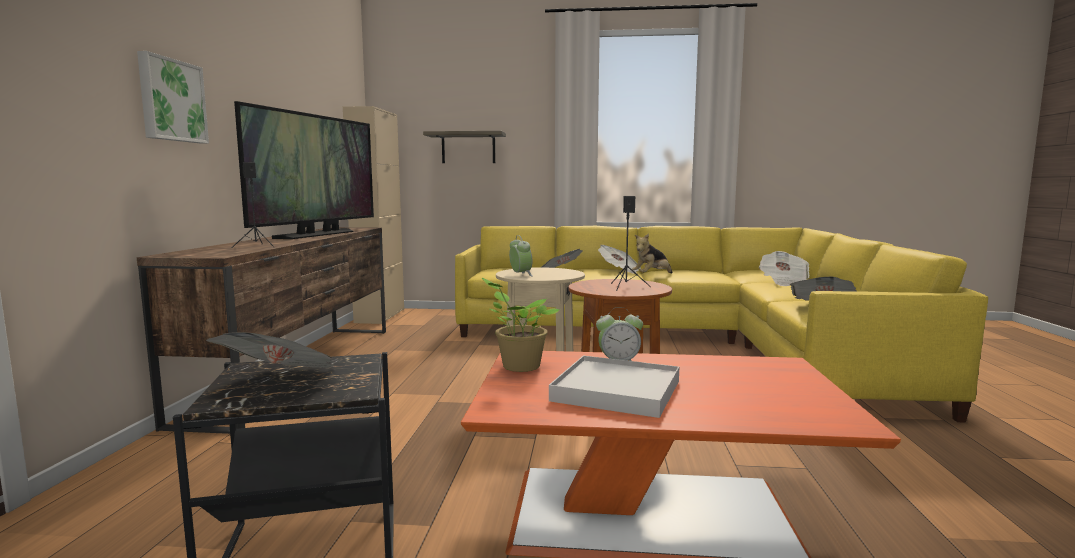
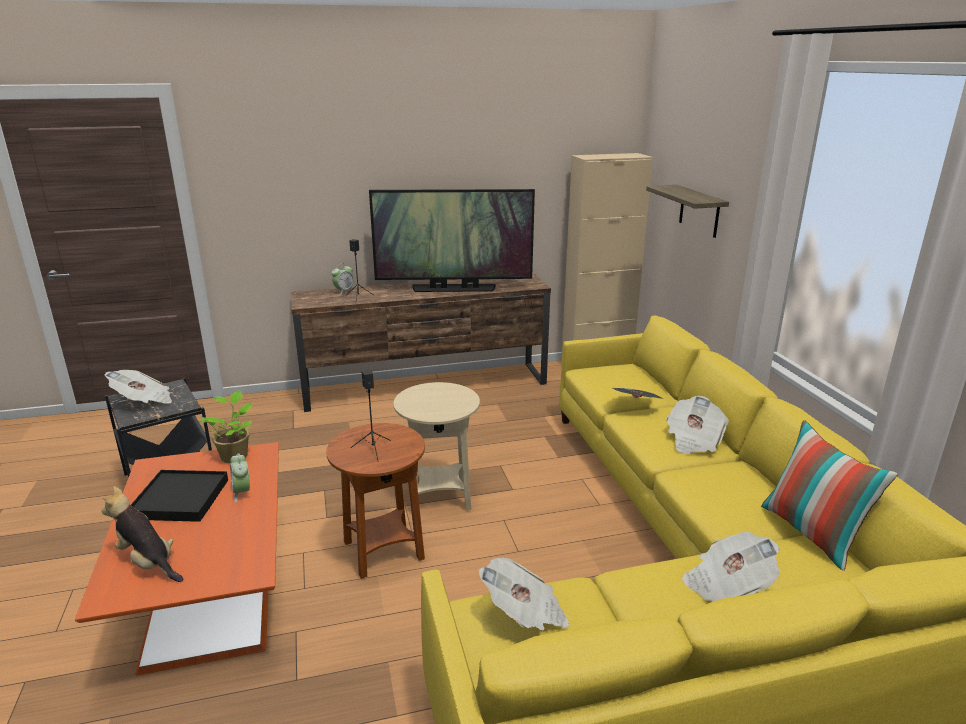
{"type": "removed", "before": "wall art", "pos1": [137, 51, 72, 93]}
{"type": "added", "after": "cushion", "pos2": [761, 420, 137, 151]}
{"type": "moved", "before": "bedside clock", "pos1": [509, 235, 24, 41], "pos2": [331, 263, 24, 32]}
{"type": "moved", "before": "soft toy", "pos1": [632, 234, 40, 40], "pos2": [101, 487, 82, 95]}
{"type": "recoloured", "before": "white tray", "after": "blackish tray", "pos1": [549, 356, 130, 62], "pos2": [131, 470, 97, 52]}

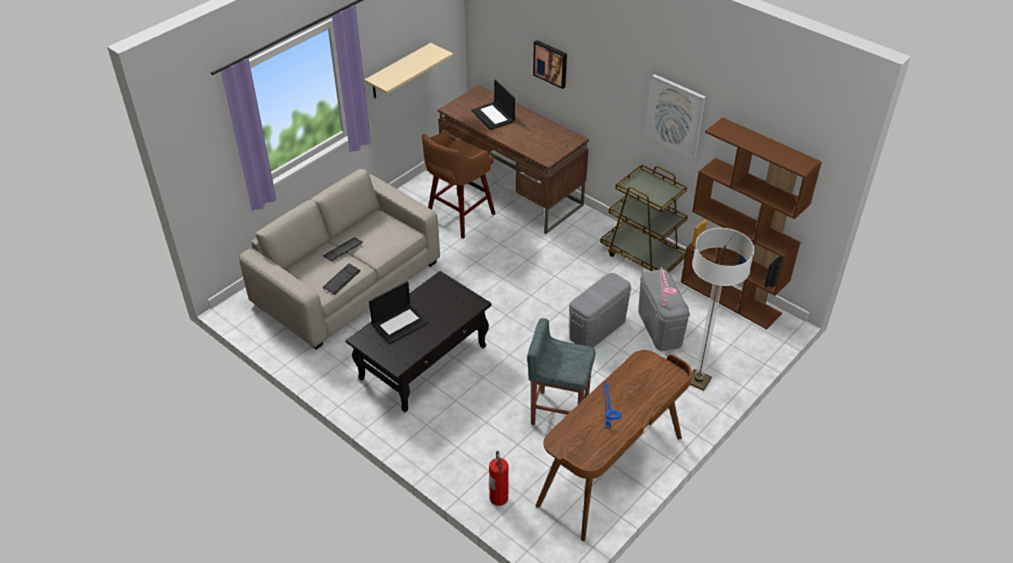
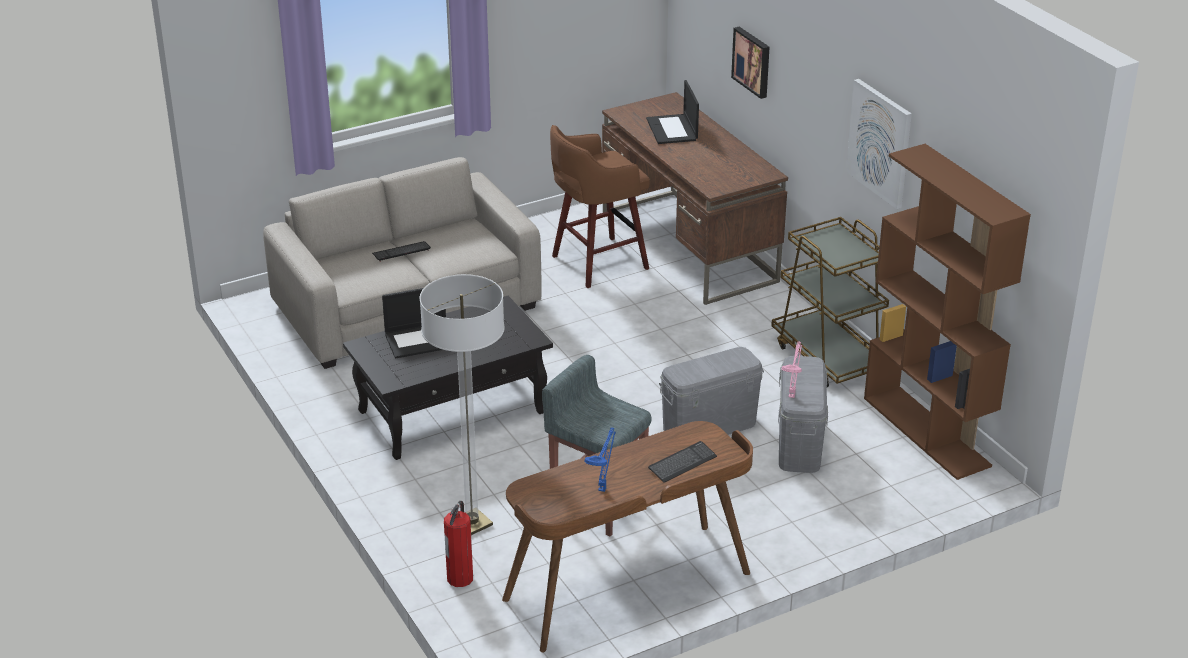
{"type": "removed", "before": "beige-coloured shelf", "pos1": [364, 43, 89, 55]}
{"type": "moved", "before": "keyboard", "pos1": [323, 264, 38, 31], "pos2": [648, 441, 69, 42]}
{"type": "moved", "before": "standard lamp", "pos1": [690, 228, 64, 163], "pos2": [420, 274, 85, 261]}

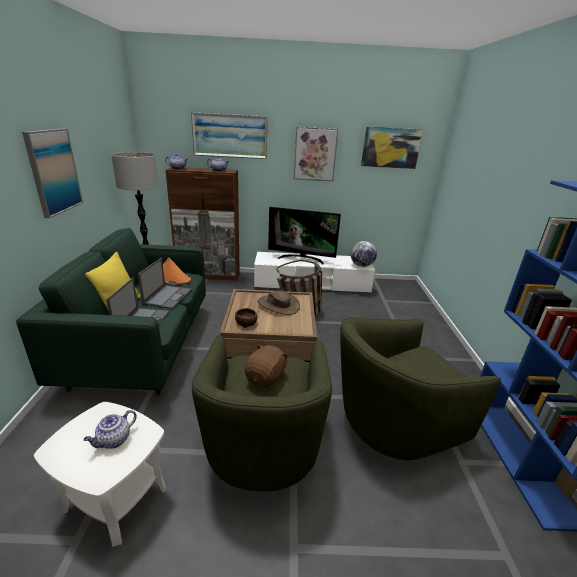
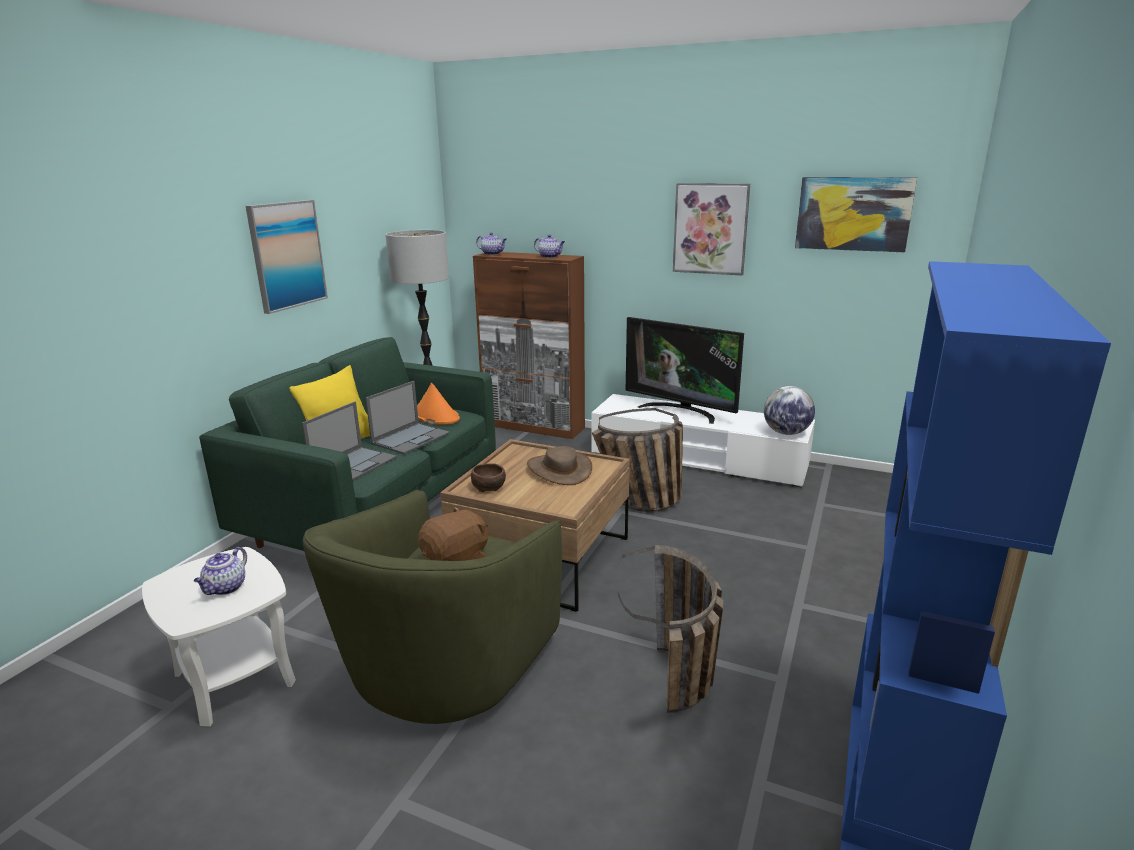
{"type": "removed", "before": "wall art", "pos1": [191, 112, 77, 47]}
{"type": "replaced", "before": "green easy chair", "after": "household basket", "pos1": [340, 317, 161, 143], "pos2": [618, 545, 106, 168]}
{"type": "turned", "before": "pot for tea", "pos1": [83, 410, 54, 39], "pos2": [194, 547, 53, 48], "turn": -45}

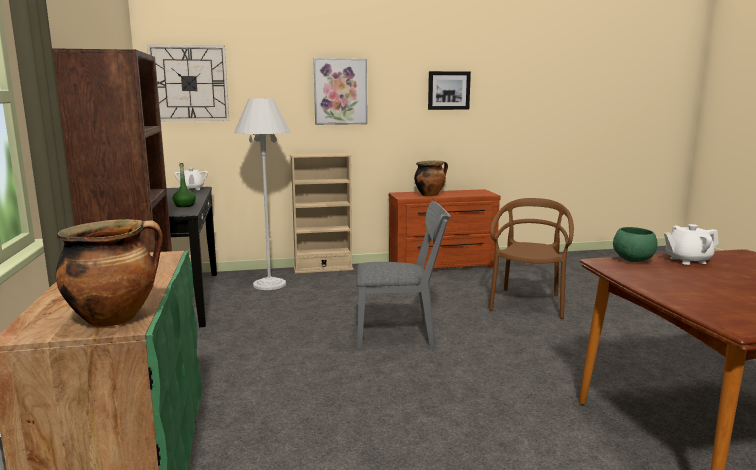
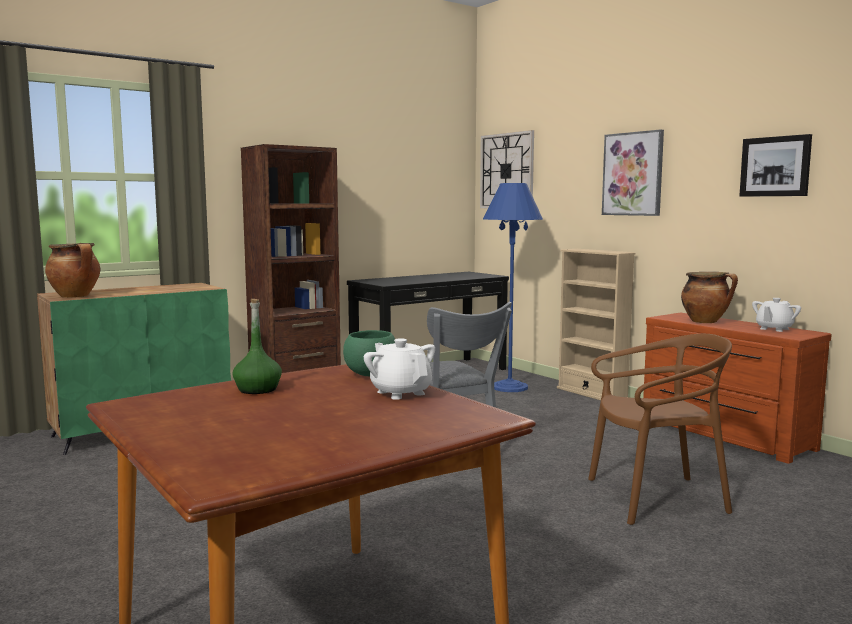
{"type": "moved", "before": "green drink bottle", "pos1": [172, 163, 24, 44], "pos2": [232, 299, 50, 95]}
{"type": "moved", "before": "white pot for tea", "pos1": [174, 168, 34, 22], "pos2": [752, 298, 49, 34]}
{"type": "recoloured", "before": "white standard lamp", "after": "blue standard lamp", "pos1": [234, 98, 56, 192], "pos2": [483, 183, 60, 209]}

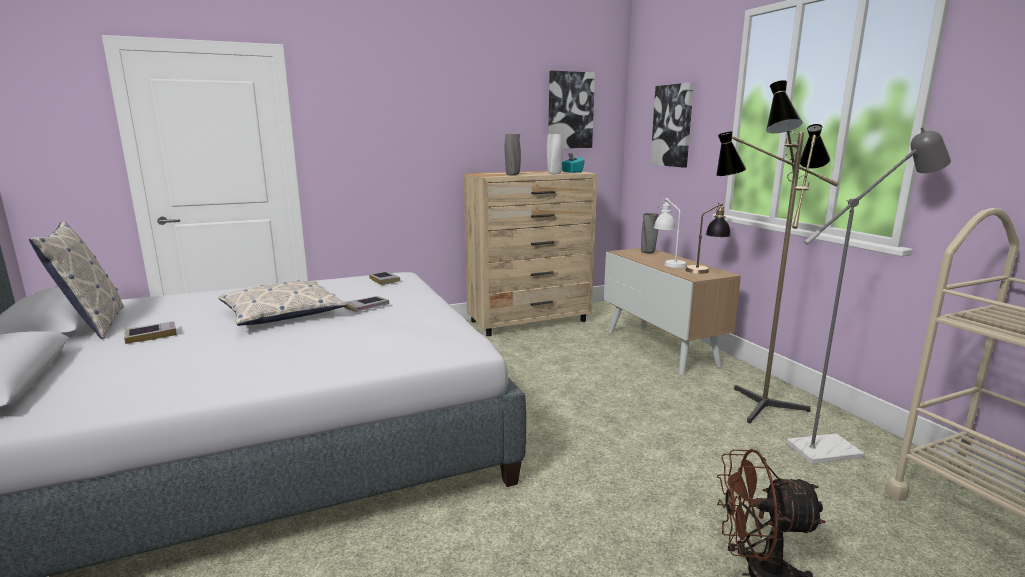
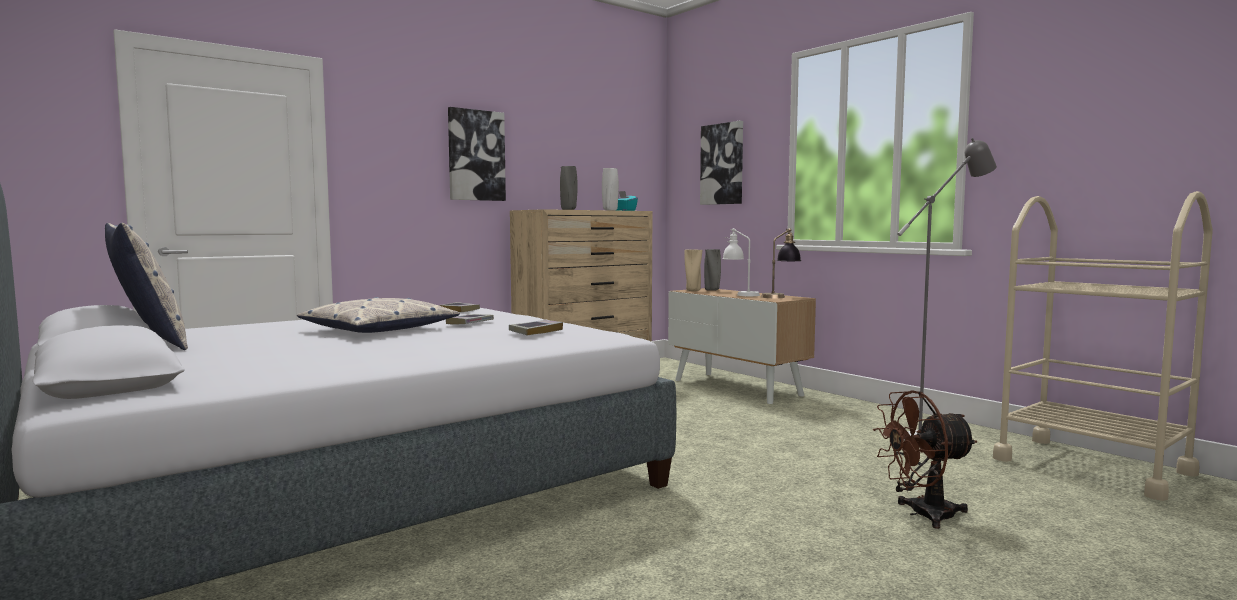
{"type": "removed", "before": "standard lamp", "pos1": [716, 80, 123, 343]}
{"type": "added", "after": "beige-coloured vase", "pos2": [684, 250, 18, 41]}
{"type": "moved", "before": "bound book", "pos1": [124, 321, 53, 23], "pos2": [509, 320, 54, 16]}
{"type": "moved", "before": "wall art", "pos1": [548, 71, 47, 77], "pos2": [448, 107, 58, 94]}

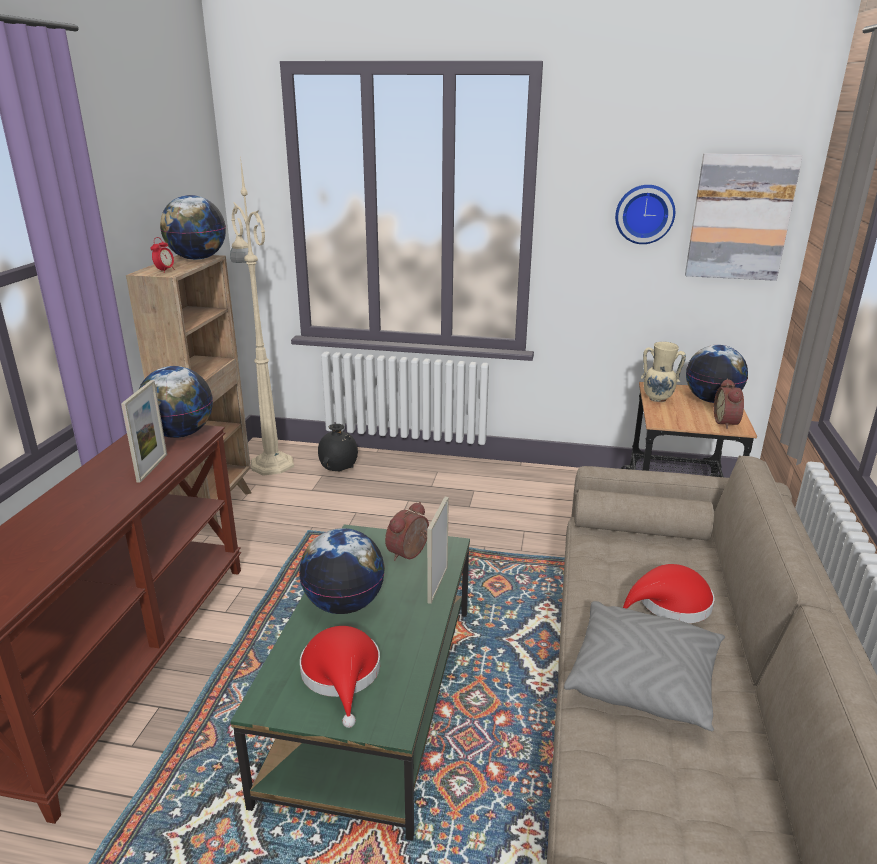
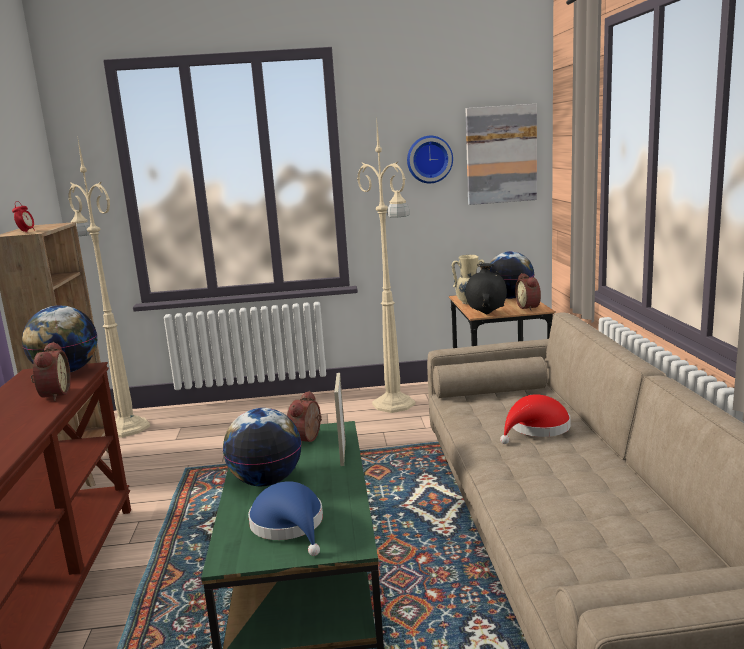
{"type": "removed", "before": "world globe", "pos1": [160, 195, 66, 65]}
{"type": "removed", "before": "grey cushion", "pos1": [564, 601, 161, 130]}
{"type": "added", "after": "beige-coloured standard lamp", "pos2": [357, 125, 59, 288]}
{"type": "moved", "before": "blackish vase", "pos1": [318, 424, 40, 48], "pos2": [465, 263, 42, 51]}
{"type": "replaced", "before": "standing frame", "after": "bedside clock", "pos1": [121, 380, 46, 103], "pos2": [31, 342, 40, 59]}
{"type": "recoloured", "before": "red-coloured hat", "after": "blue hat", "pos1": [300, 626, 80, 102], "pos2": [248, 481, 75, 75]}

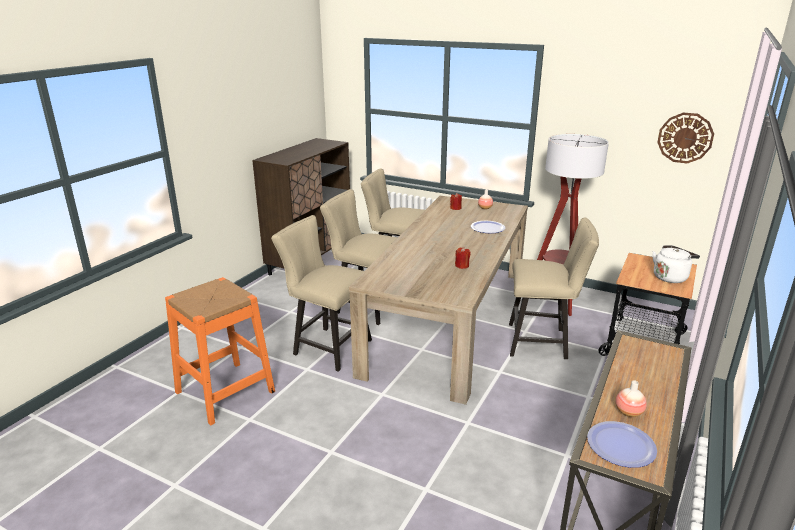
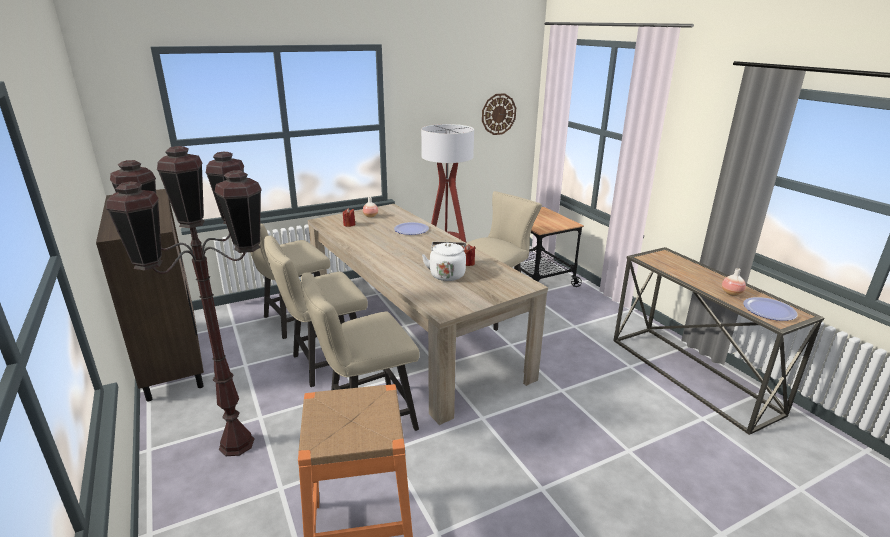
{"type": "added", "after": "brown standard lamp", "pos2": [106, 146, 156, 310]}
{"type": "moved", "before": "white tea kettle", "pos1": [653, 245, 47, 38], "pos2": [422, 242, 44, 39]}

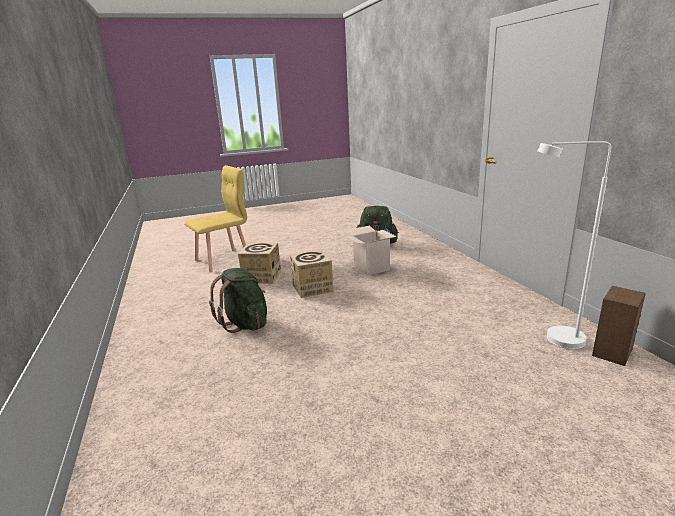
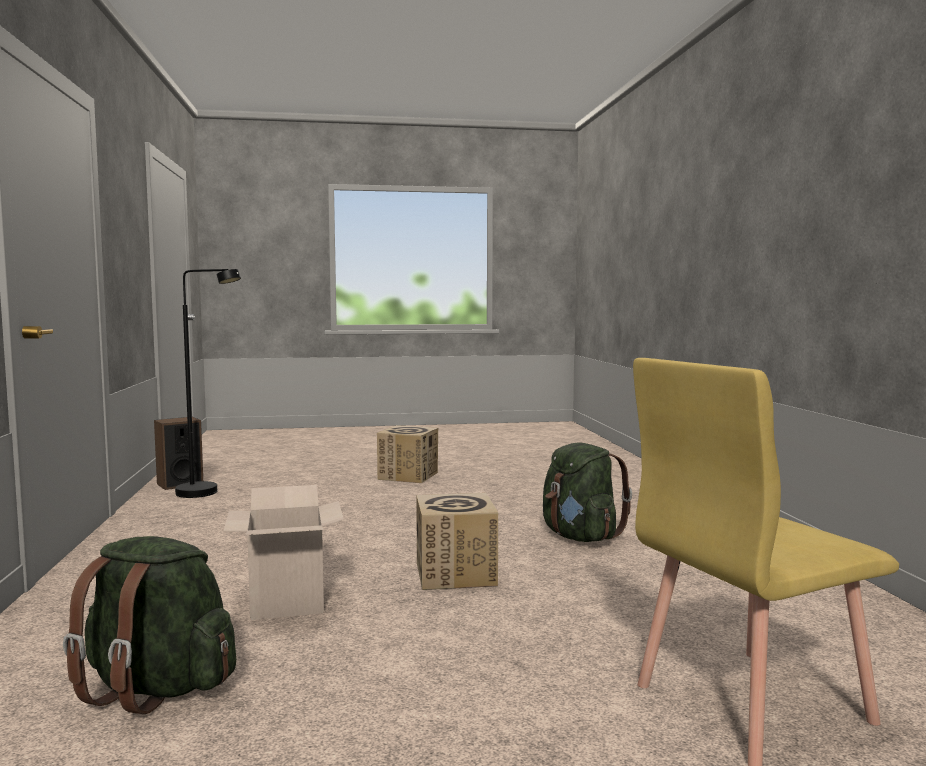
{"type": "moved", "before": "carton", "pos1": [238, 243, 43, 41], "pos2": [377, 425, 61, 58]}
{"type": "recoloured", "before": "white standard lamp", "after": "blackish standard lamp", "pos1": [537, 141, 74, 208], "pos2": [175, 269, 66, 229]}

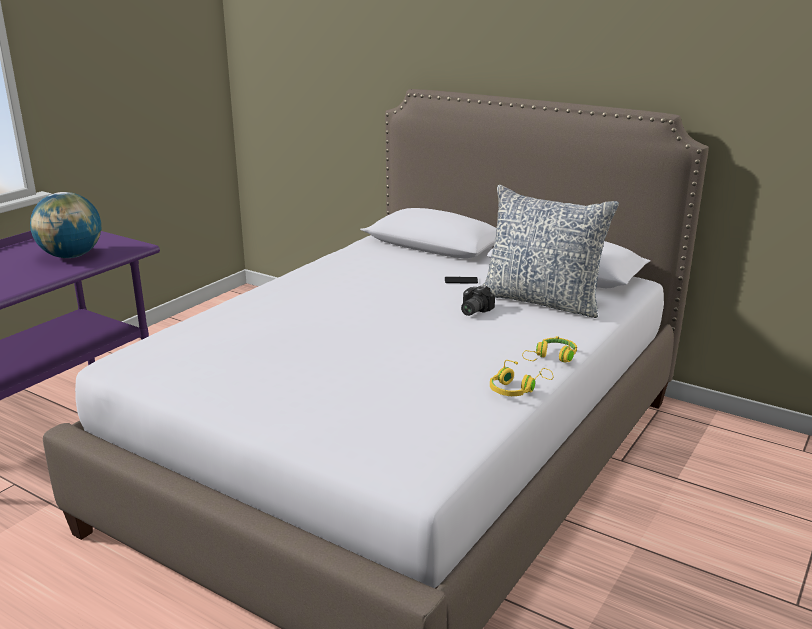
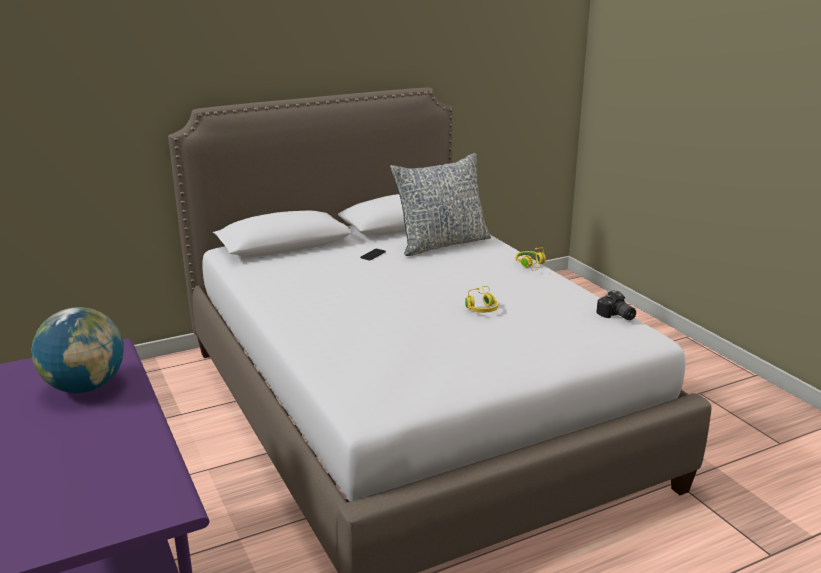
{"type": "moved", "before": "photo camera", "pos1": [461, 285, 34, 31], "pos2": [596, 290, 40, 30]}
{"type": "moved", "before": "yellowish pair of headphones", "pos1": [490, 360, 63, 36], "pos2": [465, 286, 33, 27]}

